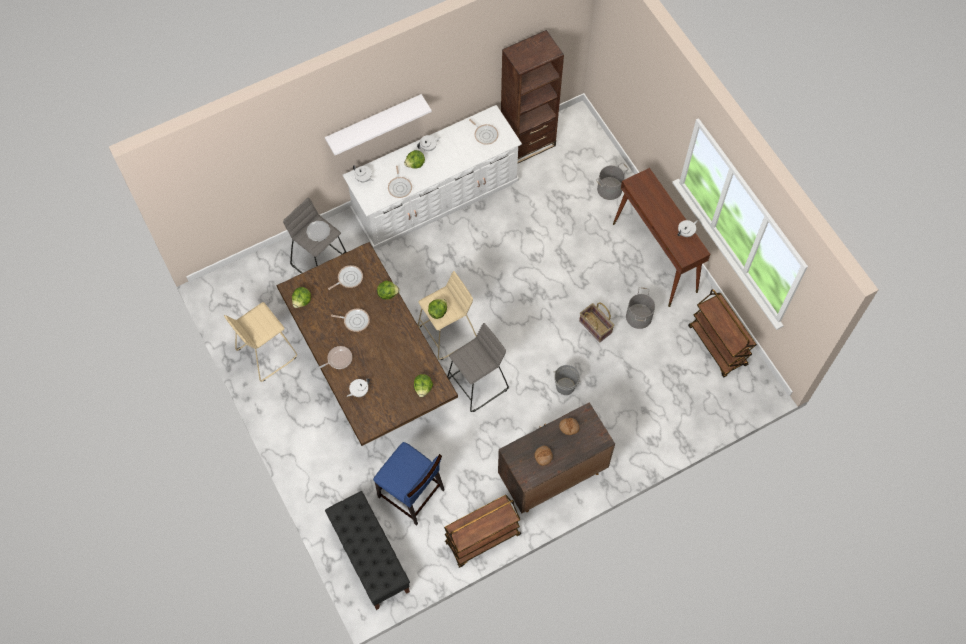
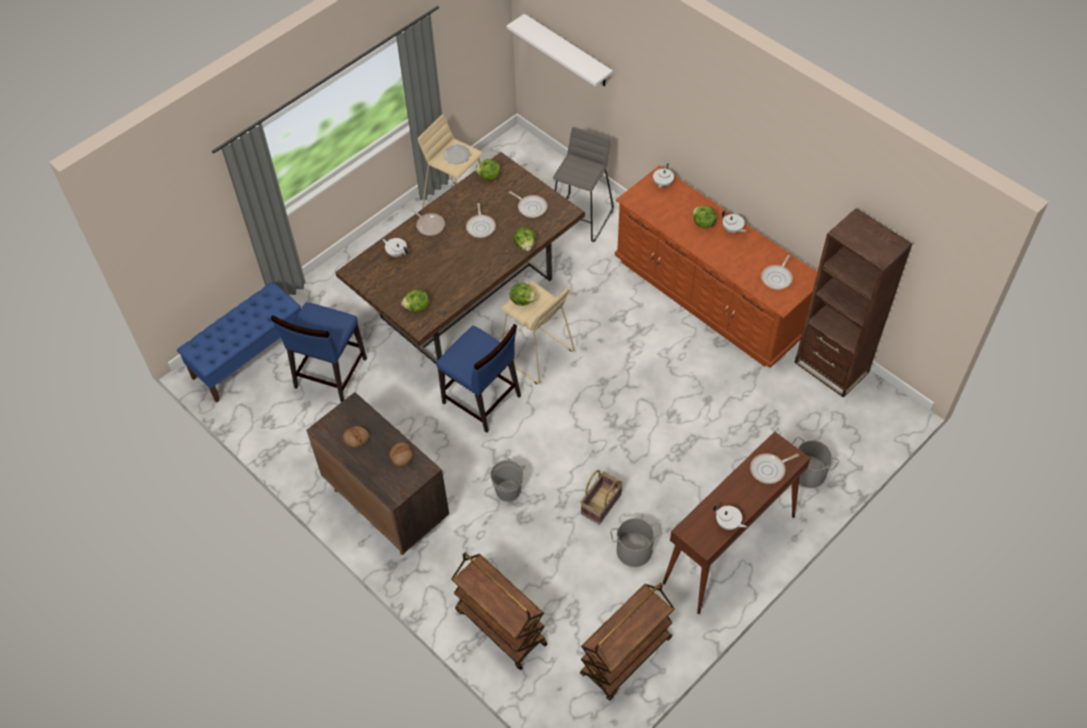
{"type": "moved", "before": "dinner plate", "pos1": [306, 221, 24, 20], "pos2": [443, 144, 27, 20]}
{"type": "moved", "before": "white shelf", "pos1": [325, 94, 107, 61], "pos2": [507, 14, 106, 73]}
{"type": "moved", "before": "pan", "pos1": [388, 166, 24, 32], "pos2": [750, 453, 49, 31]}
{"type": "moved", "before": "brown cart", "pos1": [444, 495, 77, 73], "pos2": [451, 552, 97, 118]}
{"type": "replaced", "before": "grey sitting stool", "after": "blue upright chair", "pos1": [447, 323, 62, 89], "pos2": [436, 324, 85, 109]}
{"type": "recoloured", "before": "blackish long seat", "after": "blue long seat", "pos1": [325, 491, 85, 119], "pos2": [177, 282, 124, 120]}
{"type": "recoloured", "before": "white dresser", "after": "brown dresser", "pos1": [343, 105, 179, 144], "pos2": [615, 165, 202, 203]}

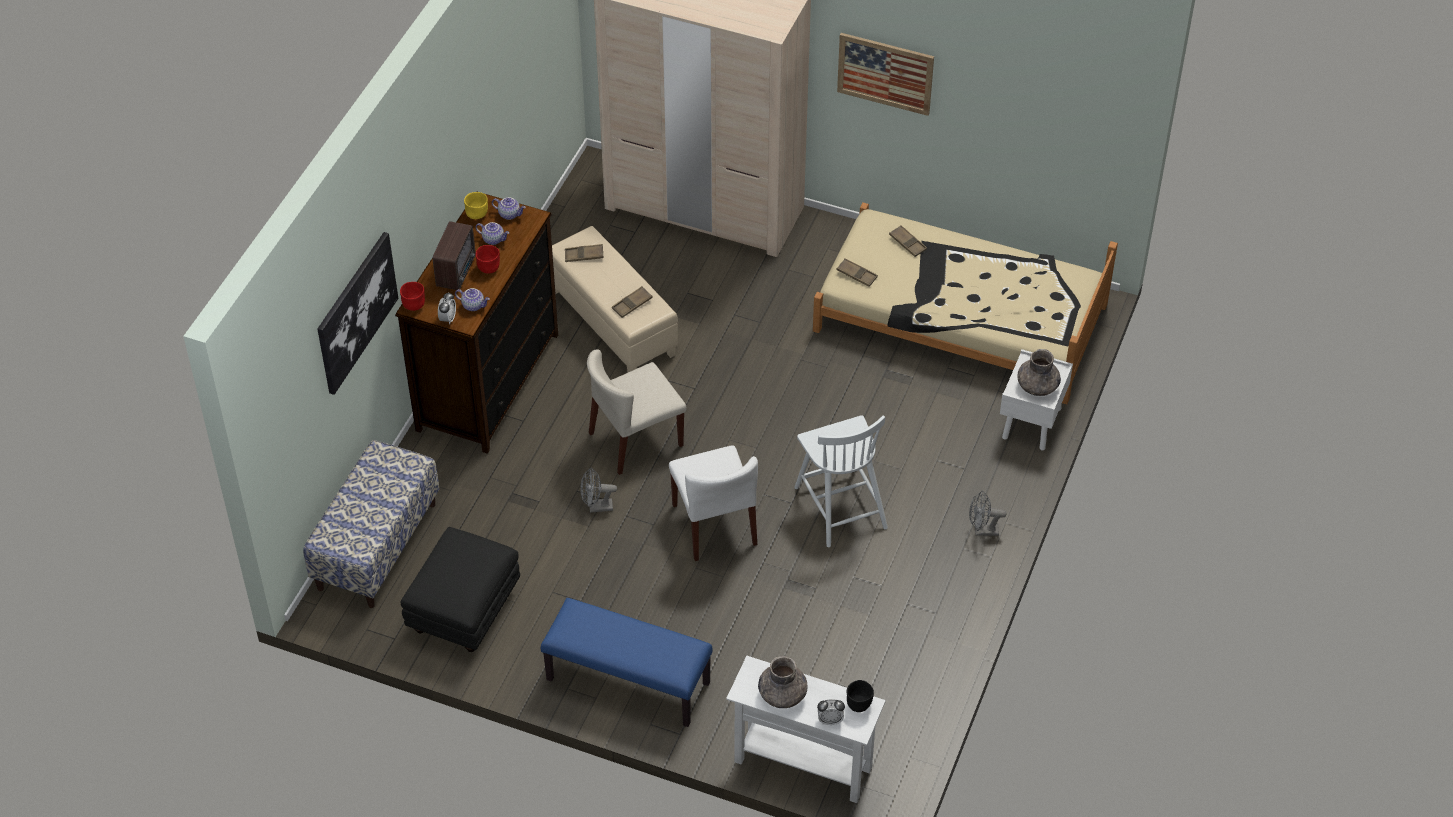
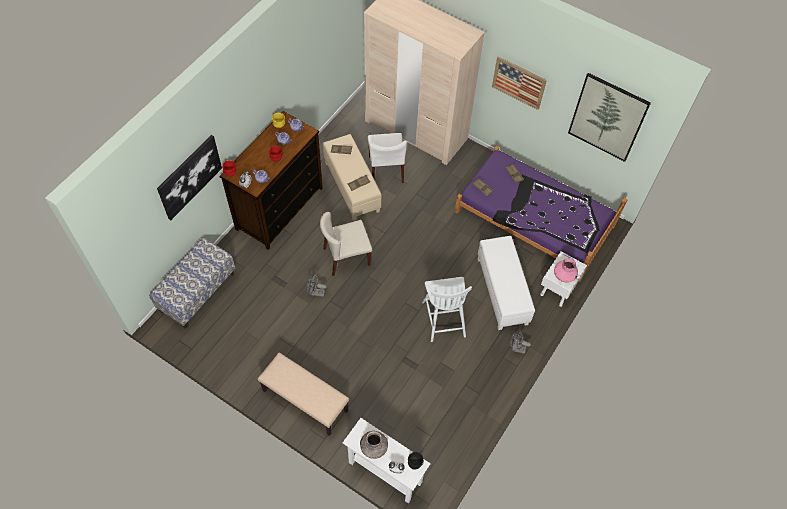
{"type": "removed", "before": "blackish pouffe", "pos1": [401, 527, 119, 125]}
{"type": "removed", "before": "radio", "pos1": [433, 221, 43, 69]}
{"type": "added", "after": "white pouffe", "pos2": [478, 236, 57, 94]}
{"type": "added", "after": "wall art", "pos2": [568, 73, 83, 89]}
{"type": "moved", "before": "white upright chair", "pos1": [669, 445, 89, 116], "pos2": [368, 133, 39, 50]}
{"type": "recoloured", "before": "blue long seat", "after": "beige-coloured long seat", "pos1": [541, 598, 171, 129], "pos2": [258, 353, 91, 83]}
{"type": "recoloured", "before": "beige-coloured bedroom bed", "after": "purple-coloured bedroom bed", "pos1": [813, 202, 305, 202], "pos2": [455, 146, 173, 135]}
{"type": "recoloured", "before": "grey vase", "after": "pink vase", "pos1": [1017, 349, 44, 47], "pos2": [554, 258, 24, 24]}

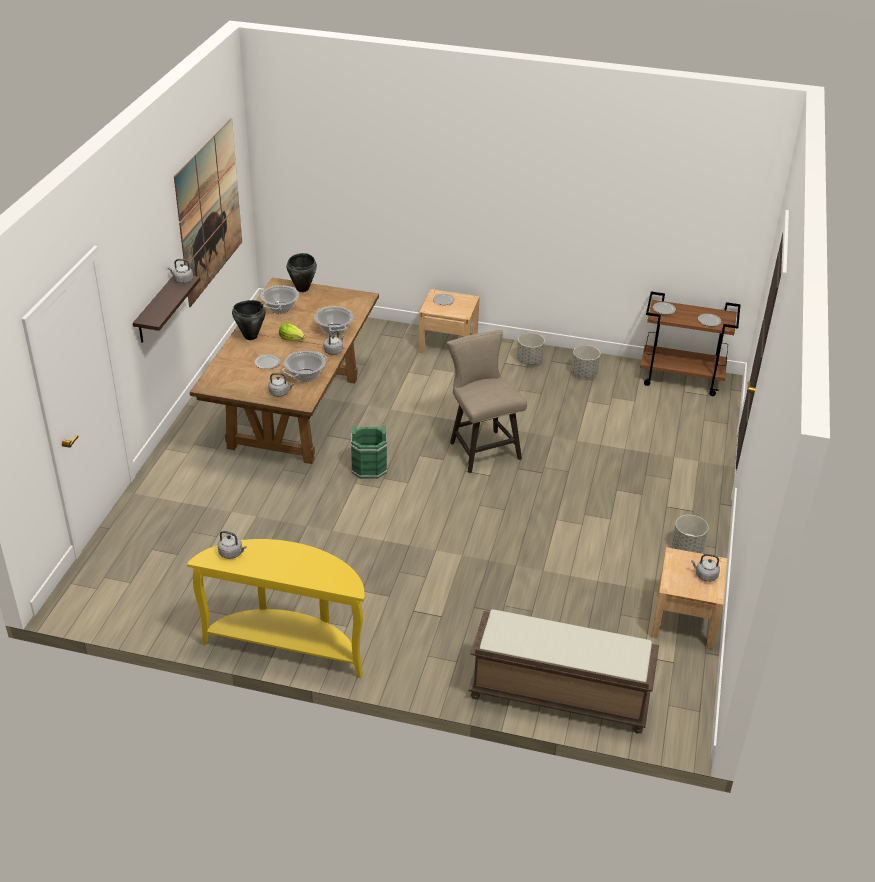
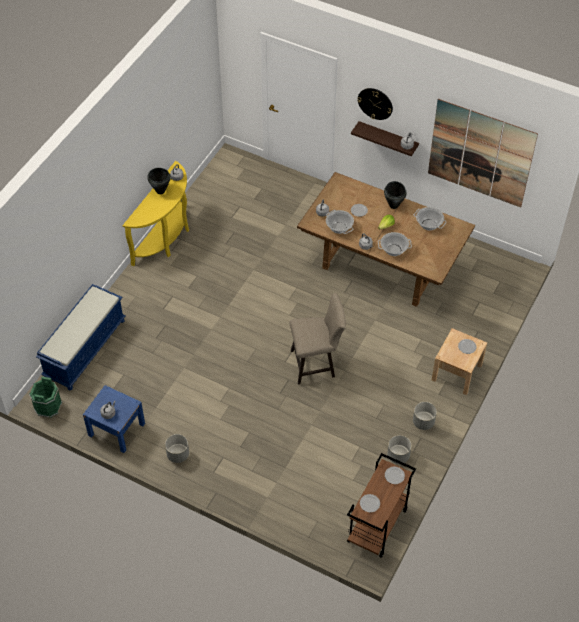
{"type": "added", "after": "wall clock", "pos2": [357, 88, 36, 32]}
{"type": "moved", "before": "blackish saucepot", "pos1": [286, 253, 31, 39], "pos2": [147, 168, 24, 26]}
{"type": "moved", "before": "green bucket", "pos1": [351, 426, 36, 53], "pos2": [29, 377, 33, 41]}
{"type": "recoloured", "before": "brown long seat", "after": "blue long seat", "pos1": [468, 610, 191, 123], "pos2": [36, 284, 90, 106]}
{"type": "recoloured", "before": "beige-coloured nightstand", "after": "blue nightstand", "pos1": [651, 547, 76, 102], "pos2": [83, 385, 62, 68]}

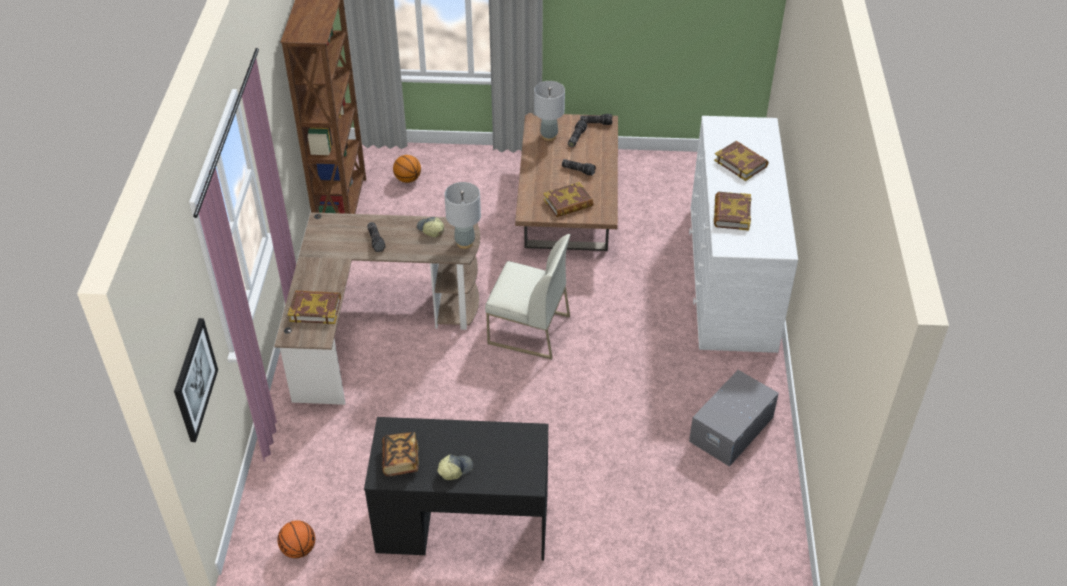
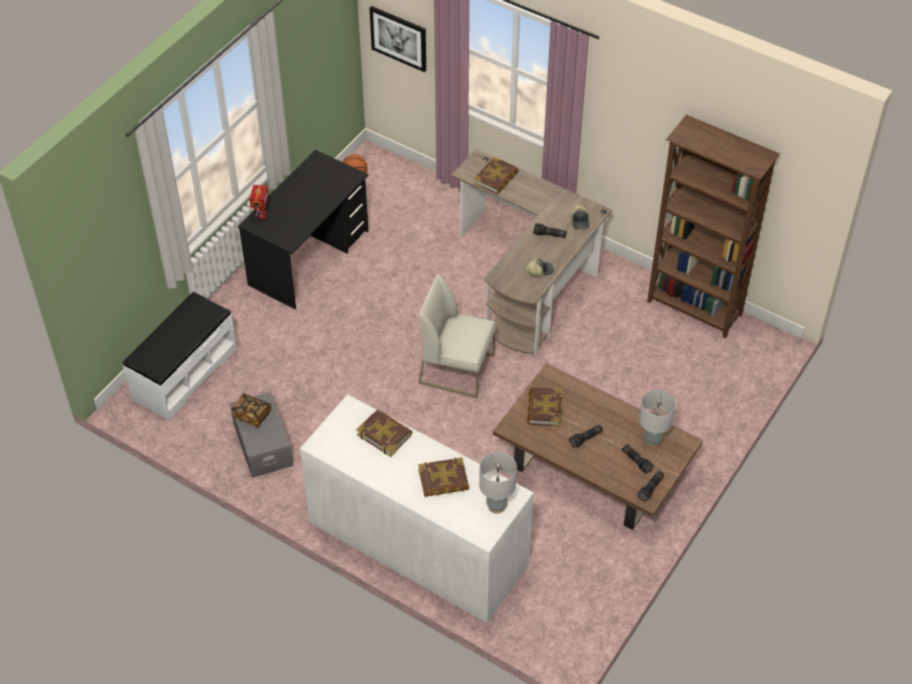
{"type": "removed", "before": "basketball ball", "pos1": [393, 155, 28, 28]}
{"type": "added", "after": "white long seat", "pos2": [122, 292, 115, 128]}
{"type": "added", "after": "toy robot", "pos2": [249, 185, 19, 34]}
{"type": "moved", "before": "bound book", "pos1": [382, 432, 37, 44], "pos2": [231, 394, 40, 33]}
{"type": "moved", "before": "peaked cap", "pos1": [437, 455, 36, 25], "pos2": [571, 205, 18, 24]}
{"type": "moved", "before": "grey lamp for a table", "pos1": [444, 182, 37, 67], "pos2": [479, 452, 38, 62]}
{"type": "turned", "before": "white upright chair", "pos1": [485, 234, 86, 126], "pos2": [418, 274, 78, 124], "turn": 60}

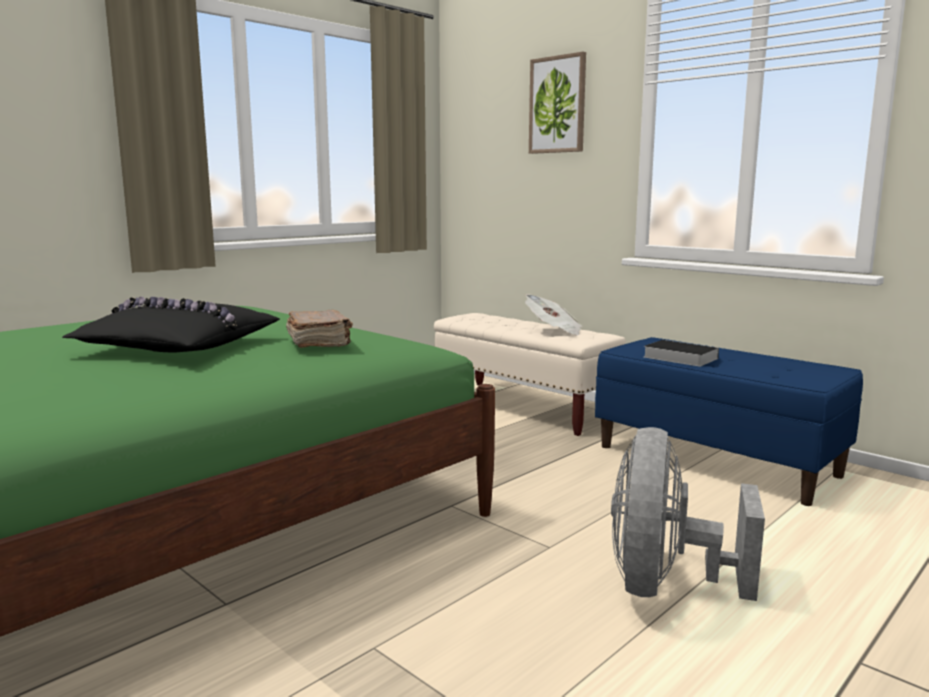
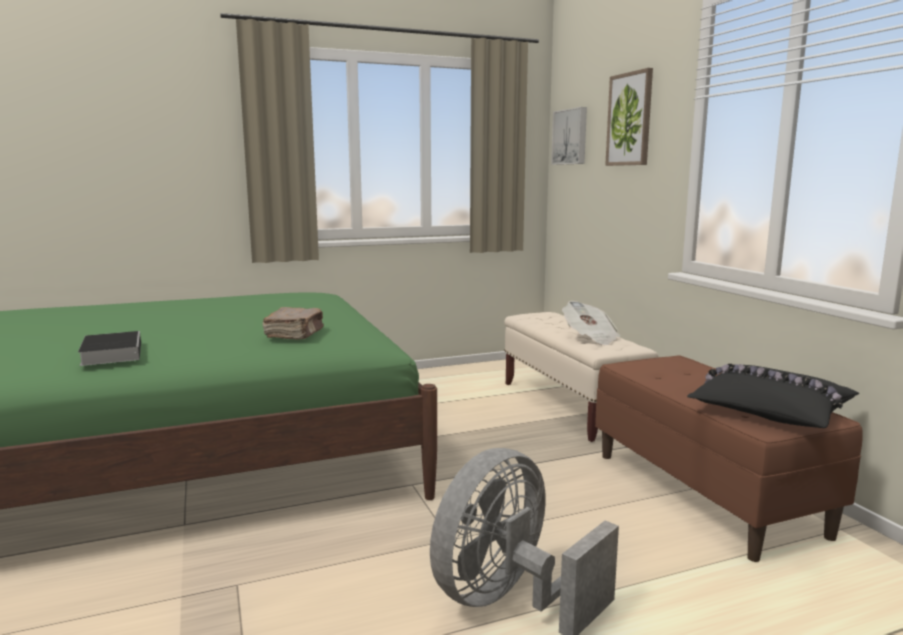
{"type": "added", "after": "wall art", "pos2": [551, 107, 36, 58]}
{"type": "moved", "before": "blackish cushion", "pos1": [62, 296, 218, 56], "pos2": [687, 363, 172, 65]}
{"type": "moved", "before": "bound book", "pos1": [644, 340, 75, 27], "pos2": [78, 331, 63, 35]}
{"type": "recoloured", "before": "blue long seat", "after": "brown long seat", "pos1": [595, 337, 268, 169], "pos2": [595, 355, 268, 207]}

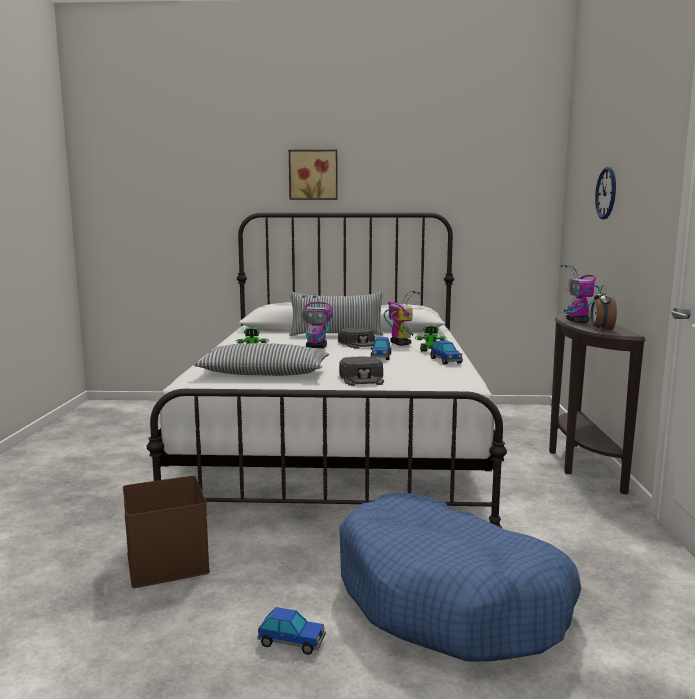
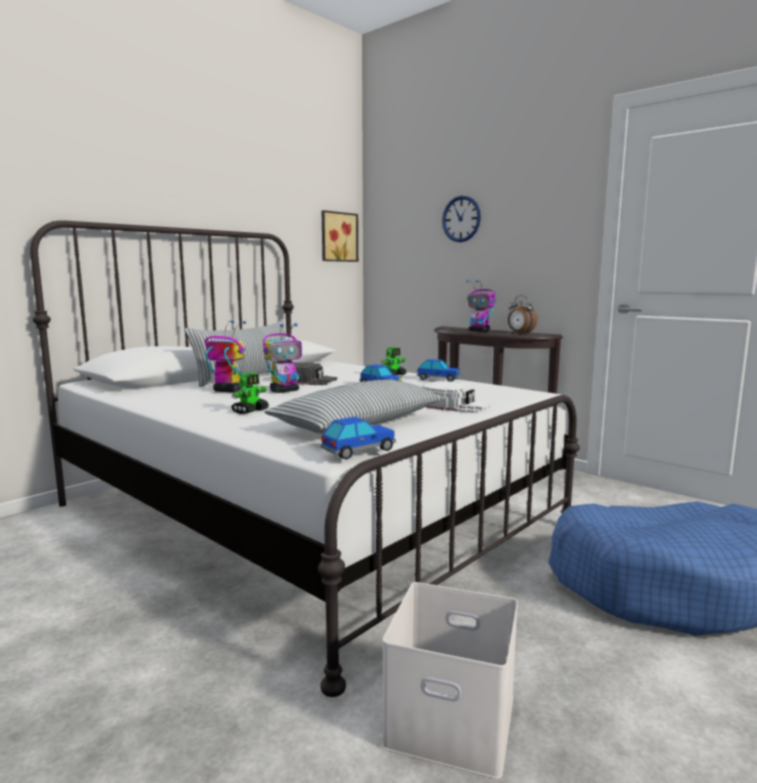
{"type": "moved", "before": "model car", "pos1": [257, 607, 69, 48], "pos2": [321, 417, 75, 43]}
{"type": "moved", "before": "wall art", "pos1": [289, 150, 49, 50], "pos2": [322, 210, 36, 52]}
{"type": "moved", "before": "toy robot", "pos1": [384, 291, 36, 55], "pos2": [205, 320, 41, 73]}
{"type": "recoloured", "before": "brown storage container", "after": "white storage container", "pos1": [123, 476, 87, 112], "pos2": [382, 582, 136, 197]}
{"type": "recoloured", "before": "blackish peaked cap", "after": "white peaked cap", "pos1": [339, 356, 45, 30], "pos2": [422, 381, 70, 32]}

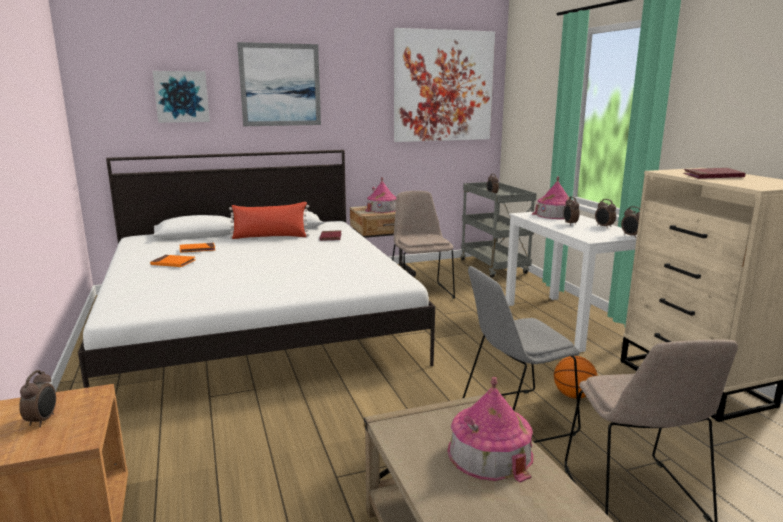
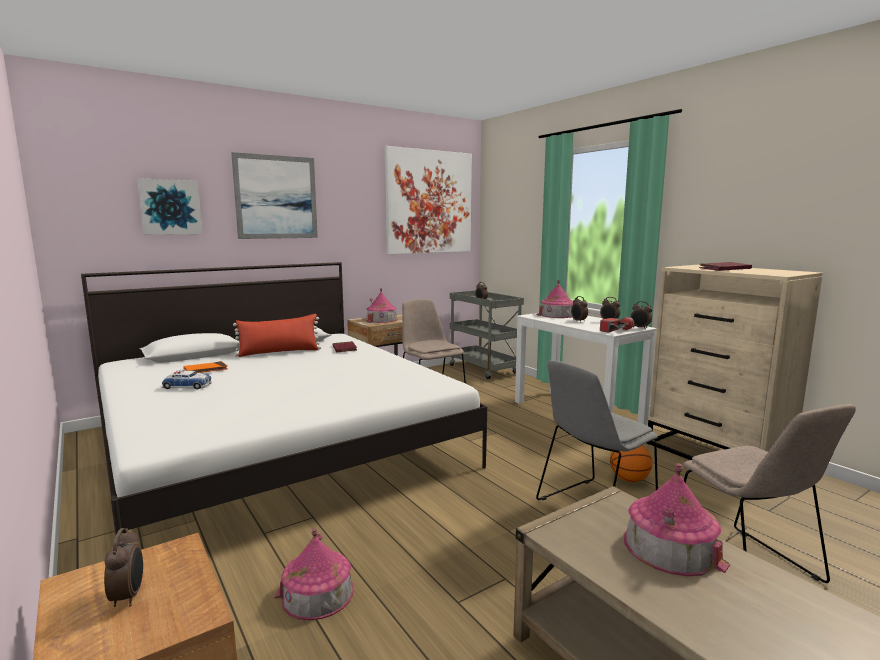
{"type": "added", "after": "model house", "pos2": [274, 528, 80, 92]}
{"type": "added", "after": "hand torch", "pos2": [600, 317, 34, 16]}
{"type": "replaced", "before": "orange-coloured bound book", "after": "model car", "pos1": [150, 255, 45, 12], "pos2": [162, 370, 50, 20]}

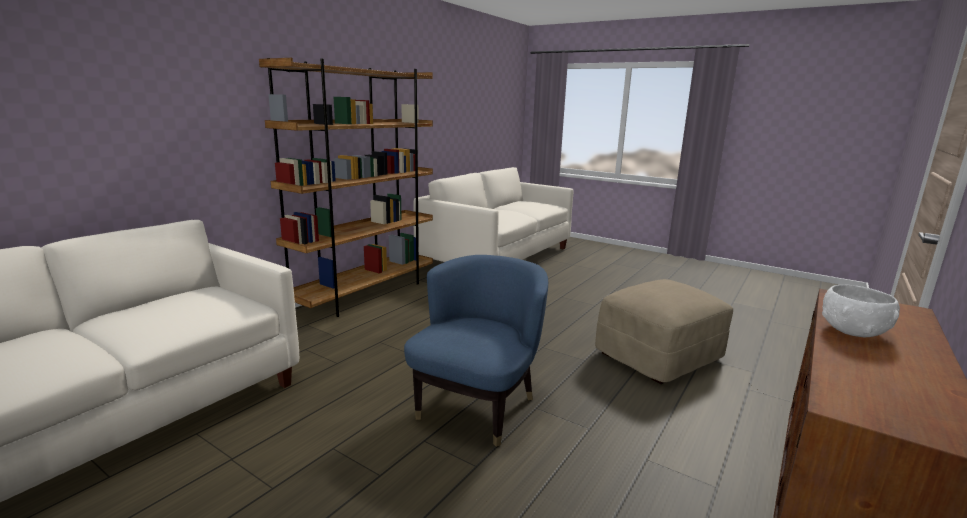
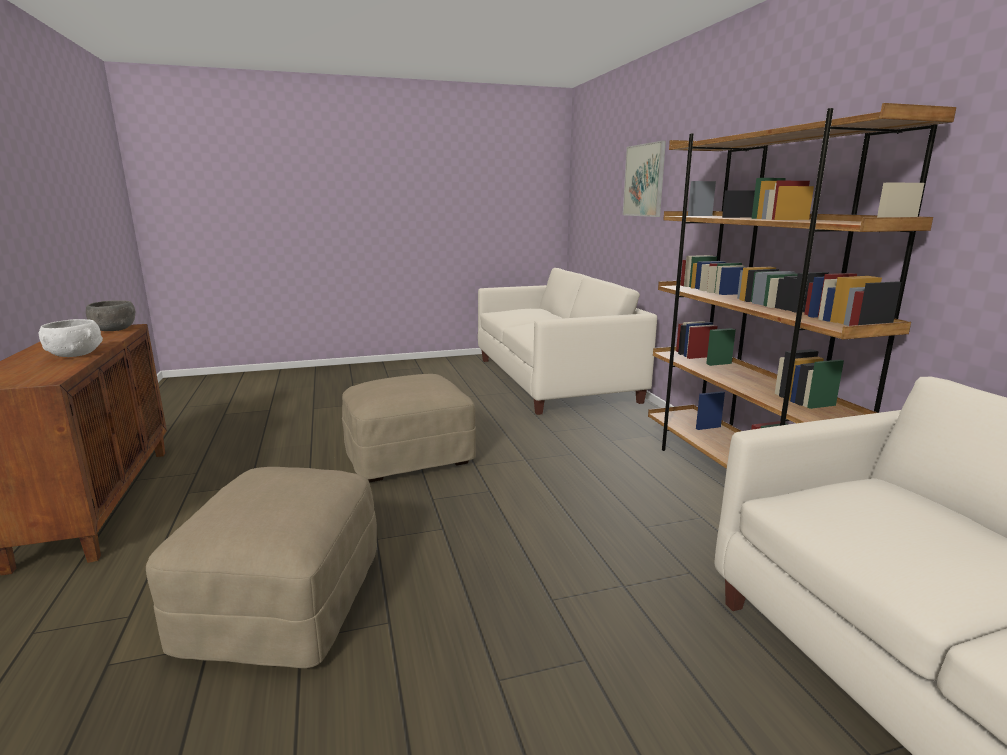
{"type": "added", "after": "grey bowl", "pos2": [86, 300, 49, 31]}
{"type": "added", "after": "wall art", "pos2": [623, 141, 43, 76]}
{"type": "replaced", "before": "blue easy chair", "after": "beige-coloured pouffe", "pos1": [404, 255, 144, 192], "pos2": [342, 374, 134, 108]}

